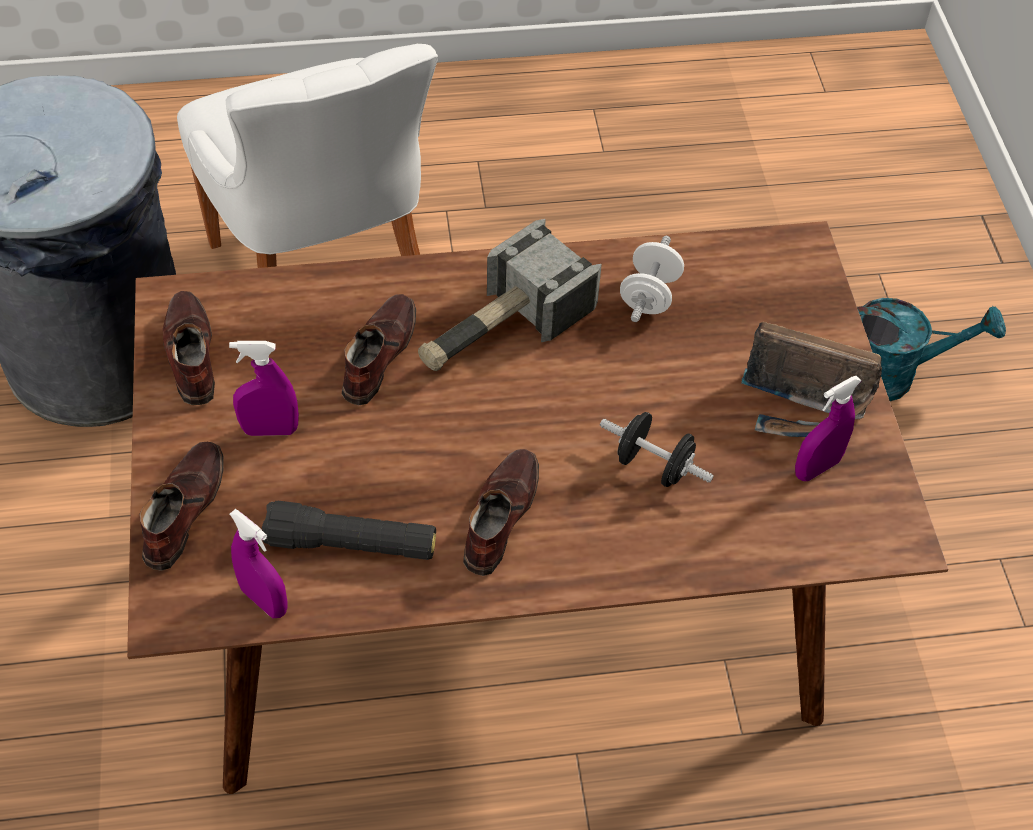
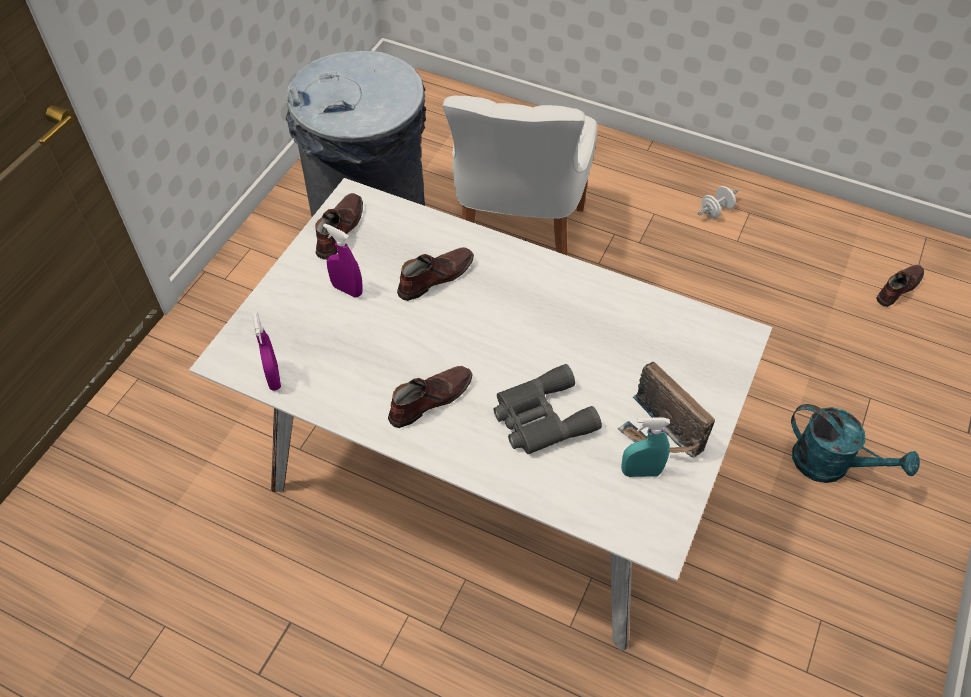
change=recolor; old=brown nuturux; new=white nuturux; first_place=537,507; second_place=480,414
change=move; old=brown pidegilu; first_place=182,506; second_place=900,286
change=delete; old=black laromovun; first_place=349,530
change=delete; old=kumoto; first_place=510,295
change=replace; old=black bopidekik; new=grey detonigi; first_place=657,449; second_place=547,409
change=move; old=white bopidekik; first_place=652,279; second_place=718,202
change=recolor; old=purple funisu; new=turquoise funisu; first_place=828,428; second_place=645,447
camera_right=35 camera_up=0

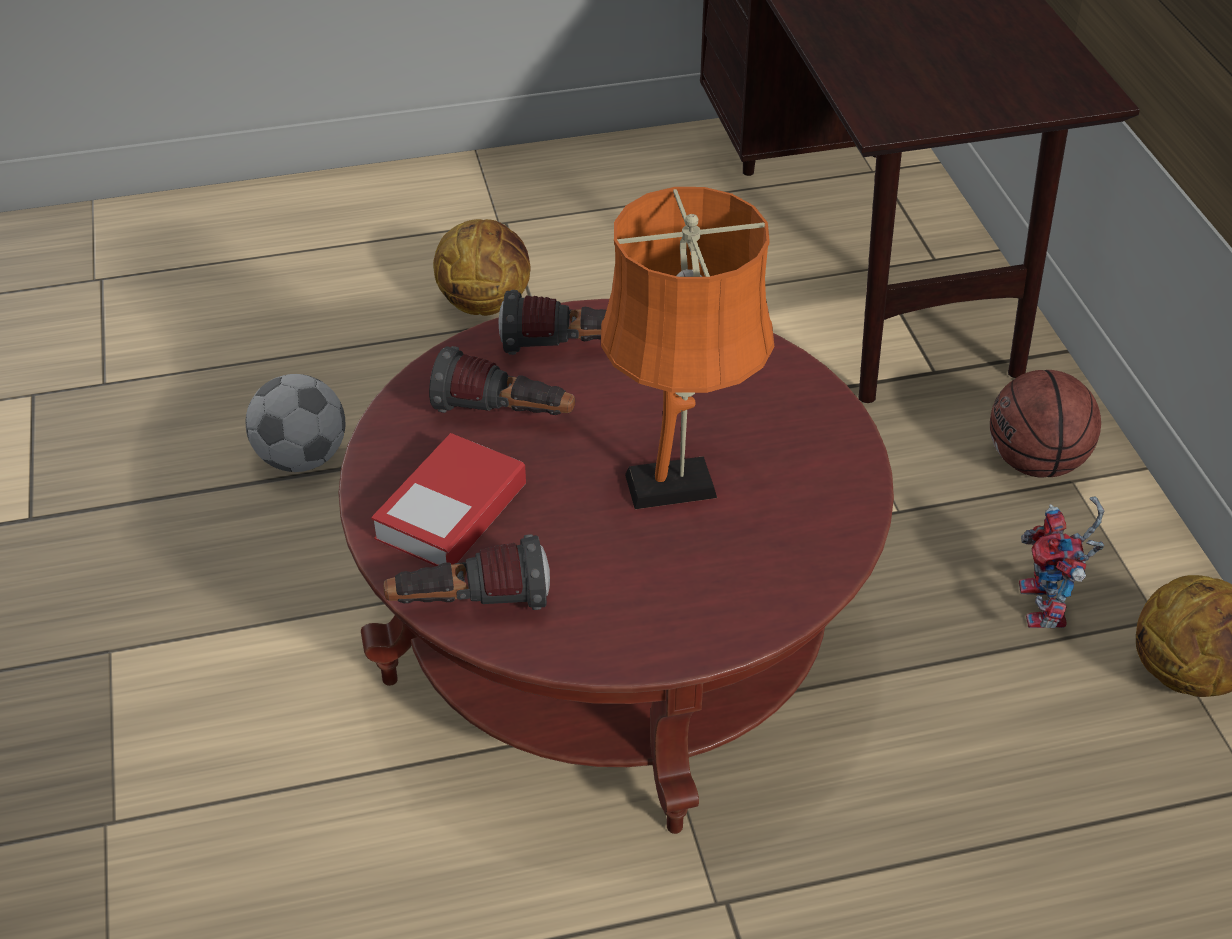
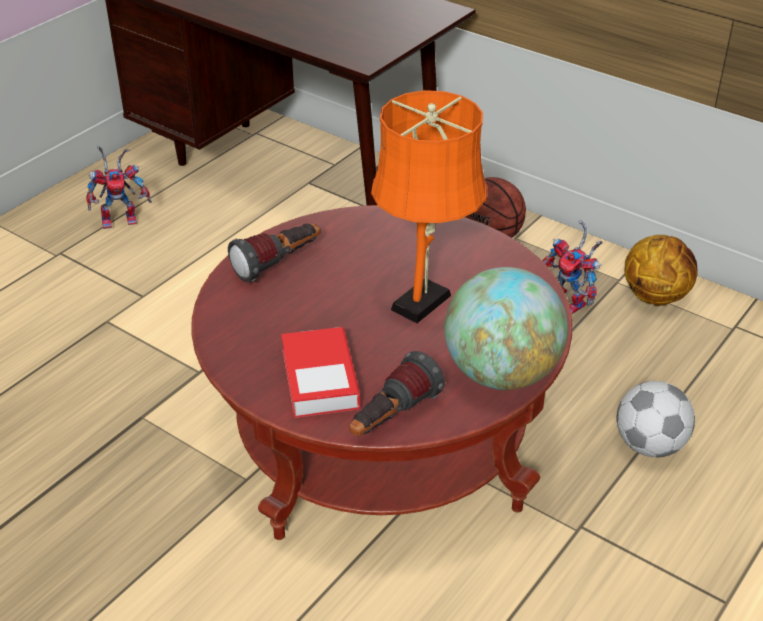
change=move; old=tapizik; first_place=295,423; second_place=656,419
change=delete; old=laromovun; first_place=502,380
change=delete; old=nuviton; first_place=481,267
change=insert; new=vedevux; second_place=119,187
change=insert; new=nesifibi; second_place=506,328
camera_right=-40 camera_up=-5

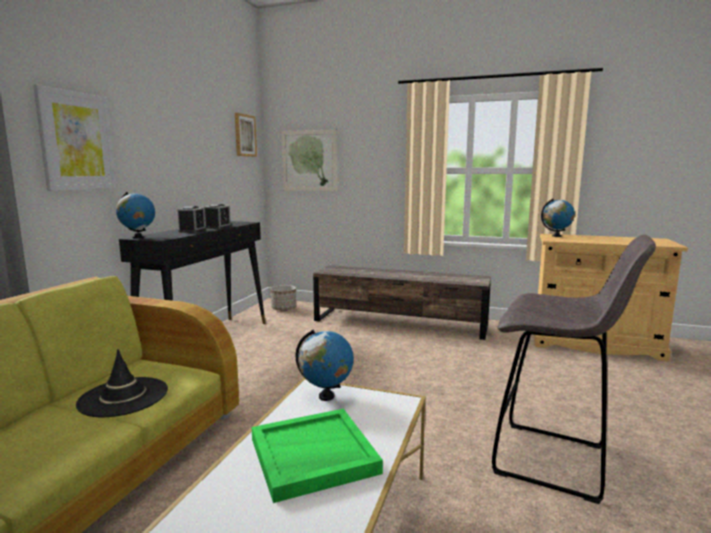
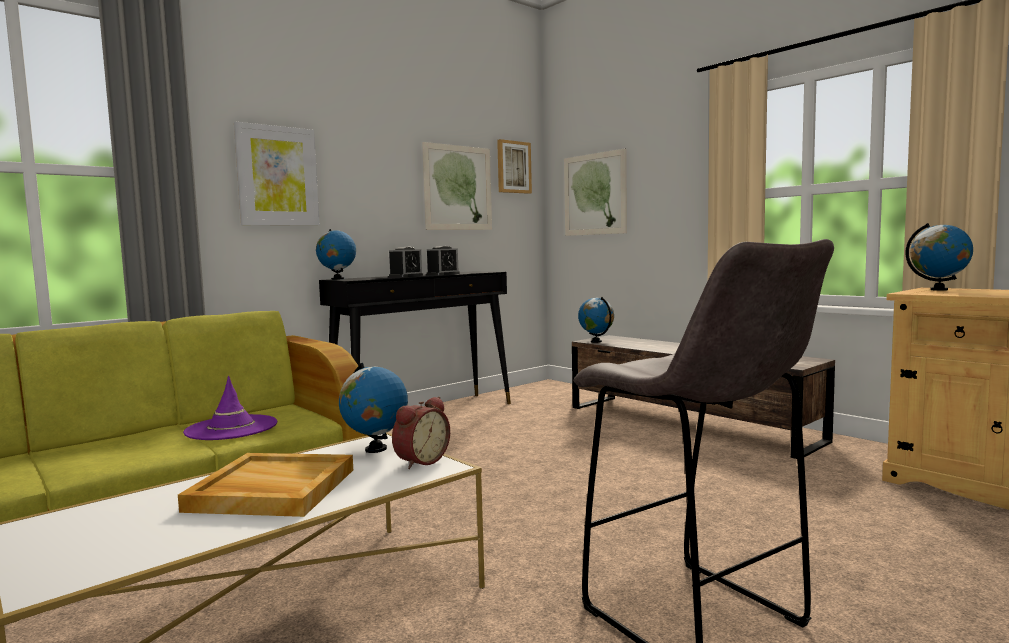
change=recolor; old=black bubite; new=purple bubite; first_place=122,383; second_place=230,408
change=recolor; old=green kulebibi; new=beige kulebibi; first_place=317,456; second_place=265,485
change=delete; old=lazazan; first_place=284,298
change=insert; new=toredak; second_place=421,433
change=insert; new=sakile; second_place=457,186
change=insert; new=nesifibi; second_place=596,320
camera_right=30 camera_up=-5

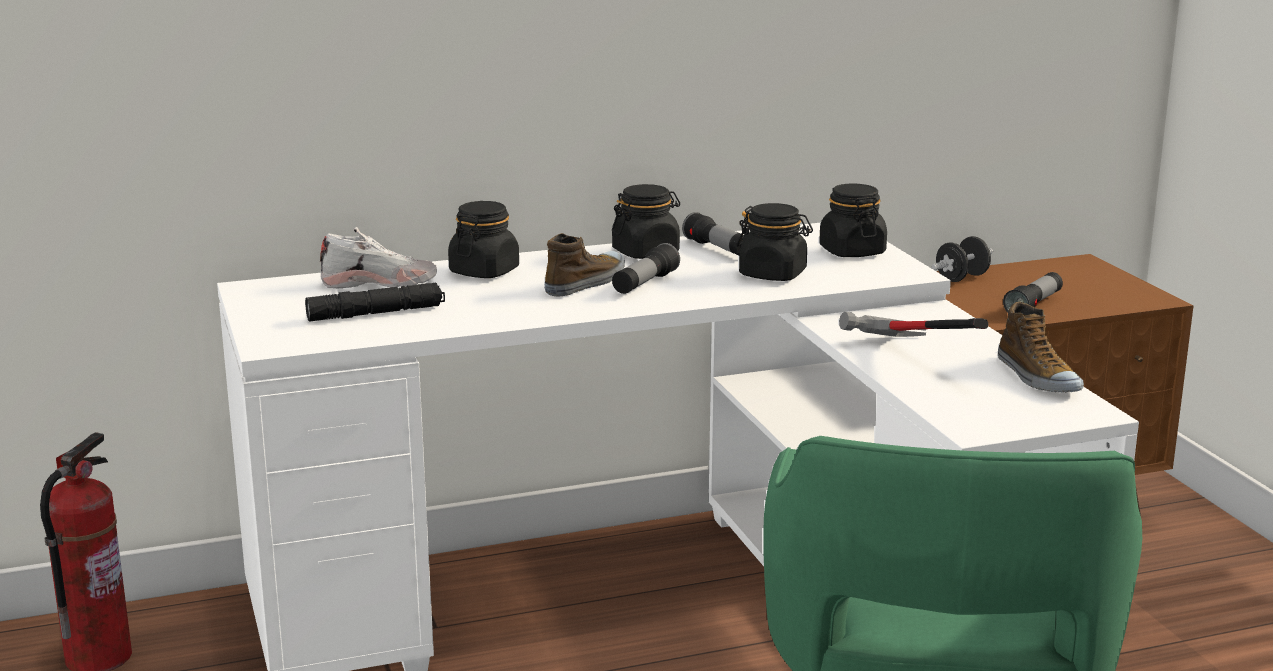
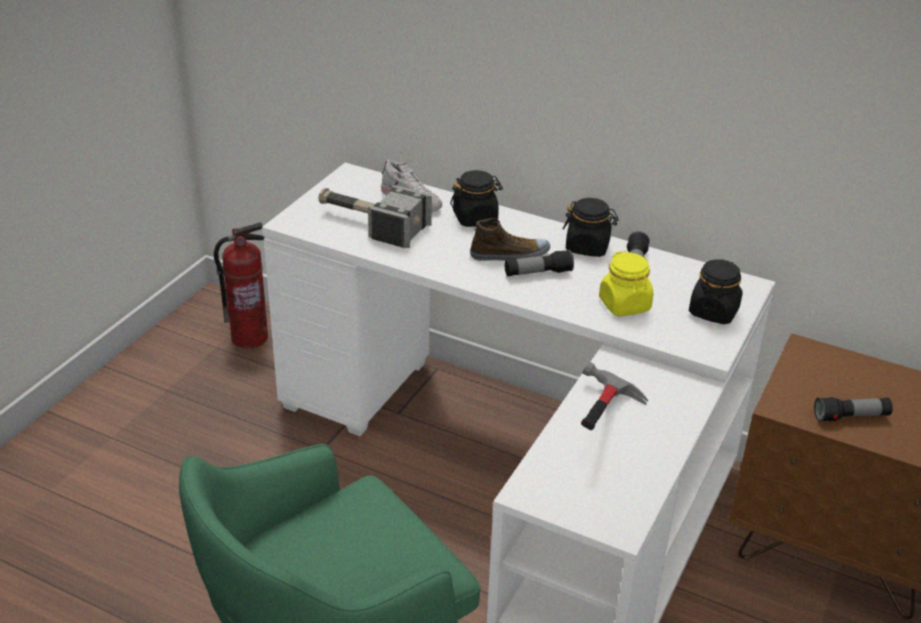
change=replace; old=black laromovun; new=kumoto; first_place=375,302; second_place=375,216
change=recolor; old=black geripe; new=yellow geripe; first_place=775,242; second_place=626,283
change=delete; old=black bopidekik; first_place=962,259
change=delete; old=pidegilu; first_place=1041,347
camera_right=45 camera_up=15

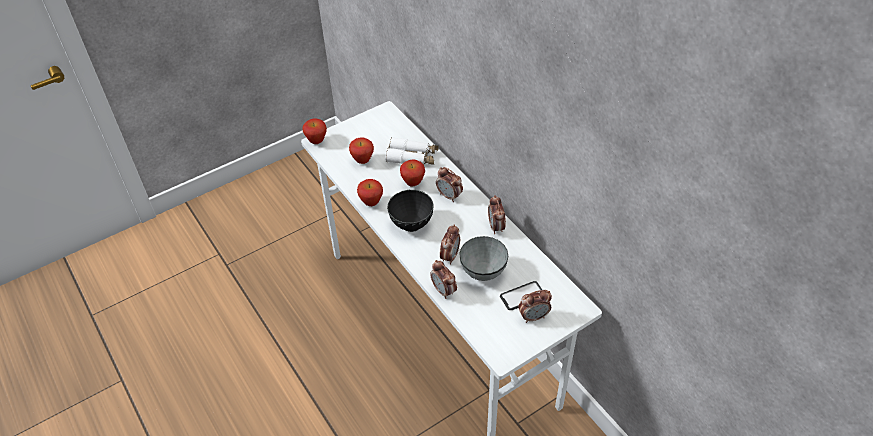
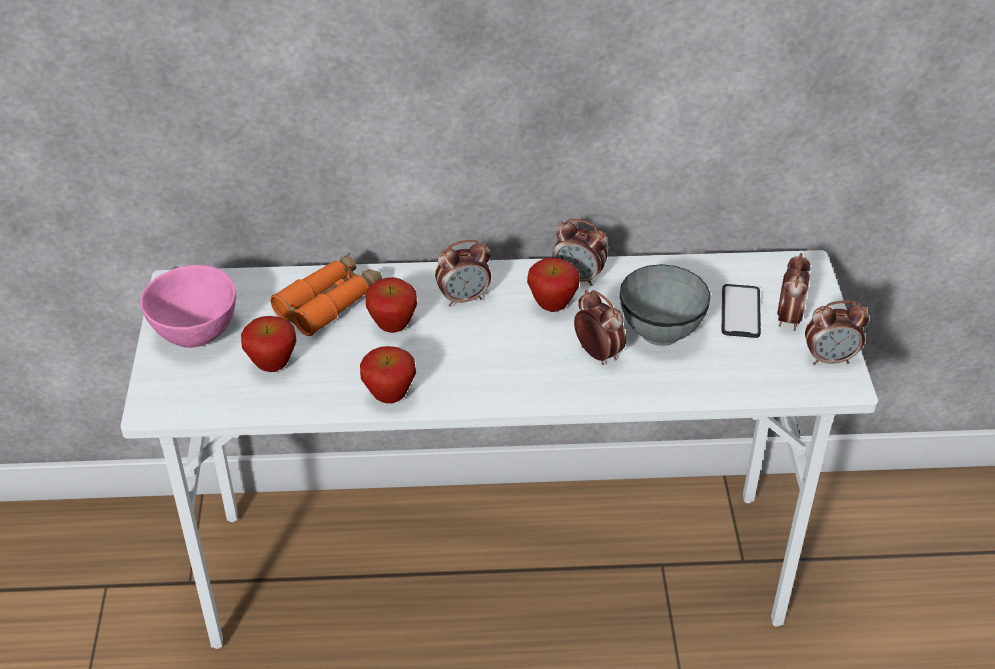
change=move; old=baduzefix; first_place=314,131; second_place=553,285
change=recolor; old=white detonigi; new=orange detonigi; first_place=412,151; second_place=326,294
change=delete; old=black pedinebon; first_place=410,211
change=move; old=toredak; first_place=443,279; second_place=837,333
change=insert; new=pink pedinebon; second_place=188,306
camera_right=-60 camera_up=-5

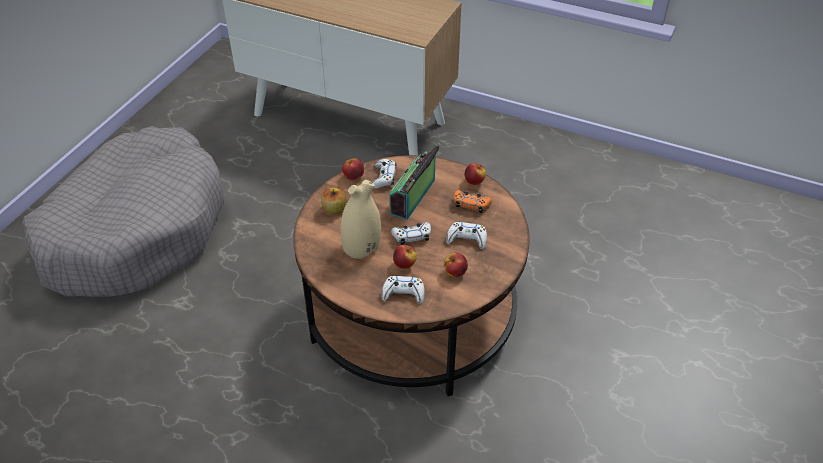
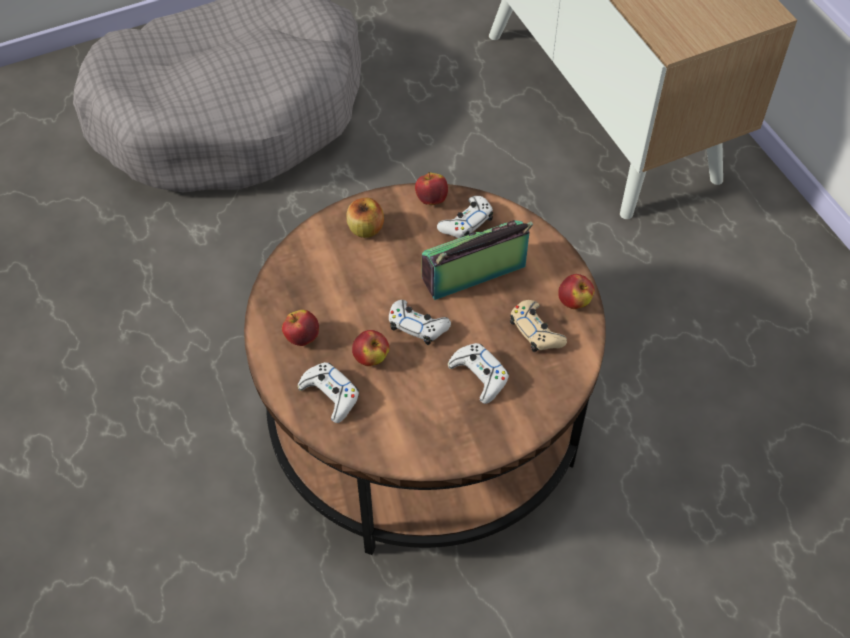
change=delete; old=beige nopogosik; first_place=361,219
change=move; old=baduzefix; first_place=456,265; second_place=300,328
change=recolor; old=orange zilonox; new=beige zilonox; first_place=473,201; second_place=538,326
camera_right=40 camera_up=10

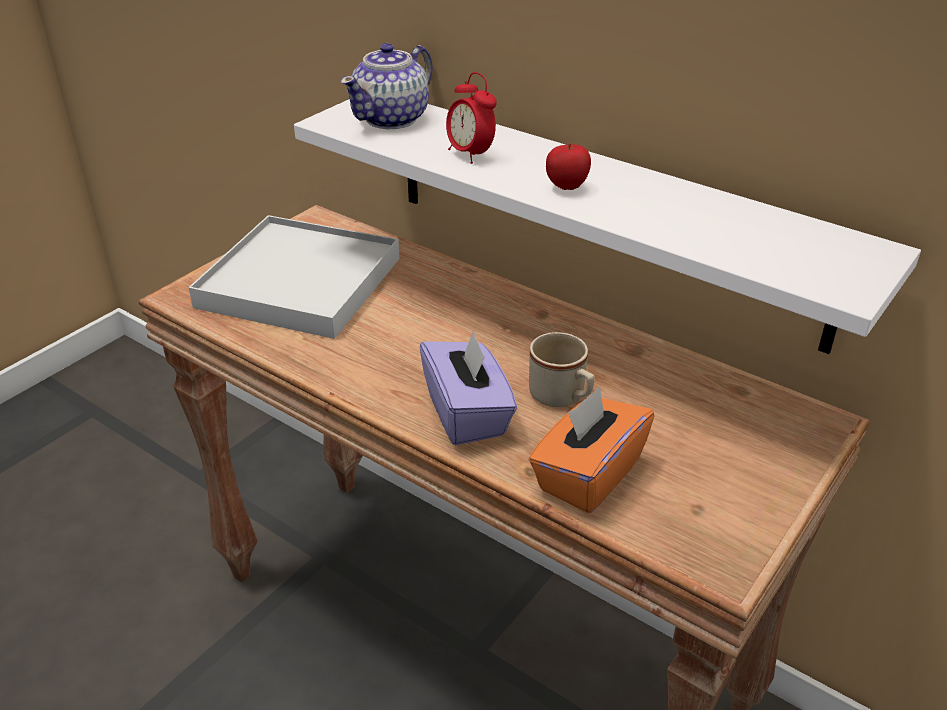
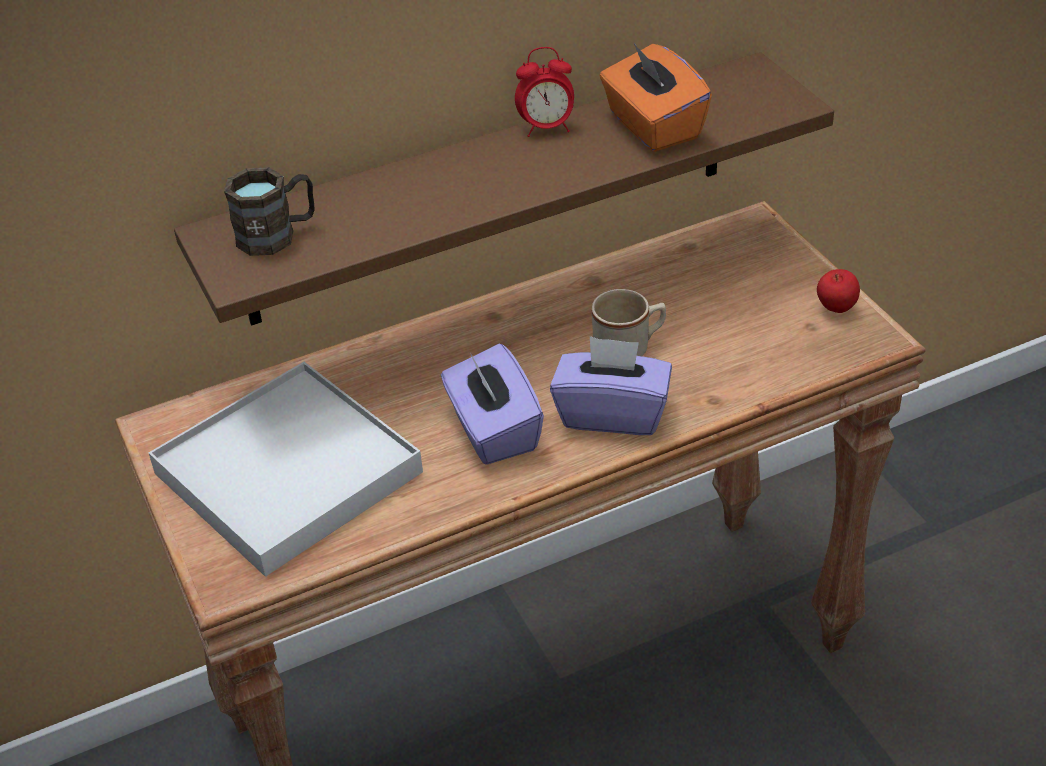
change=recolor; old=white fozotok; new=brown fozotok; first_place=607,226; second_place=504,189
change=replace; old=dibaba; new=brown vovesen; first_place=387,86; second_place=269,211
change=move; old=toredak; first_place=471,118; second_place=544,92
change=move; old=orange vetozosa; first_place=591,449; second_place=656,97
change=move; old=baduzefix; first_place=568,166; second_place=838,291
change=insert; new=purple vetozosa; second_place=492,404
camera_right=-60 camera_up=5

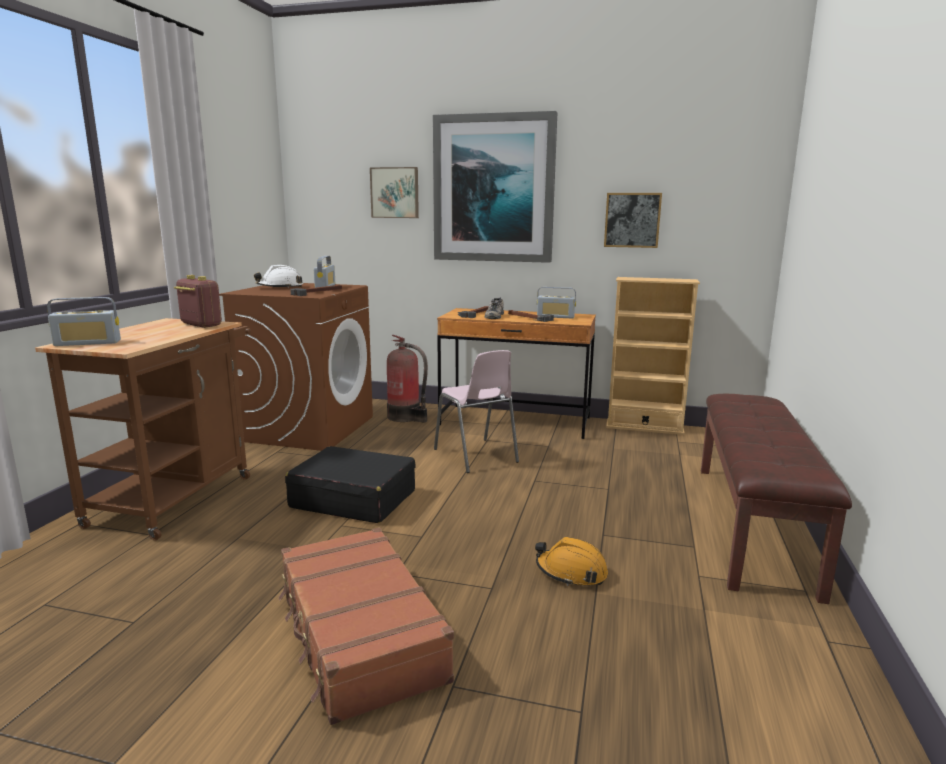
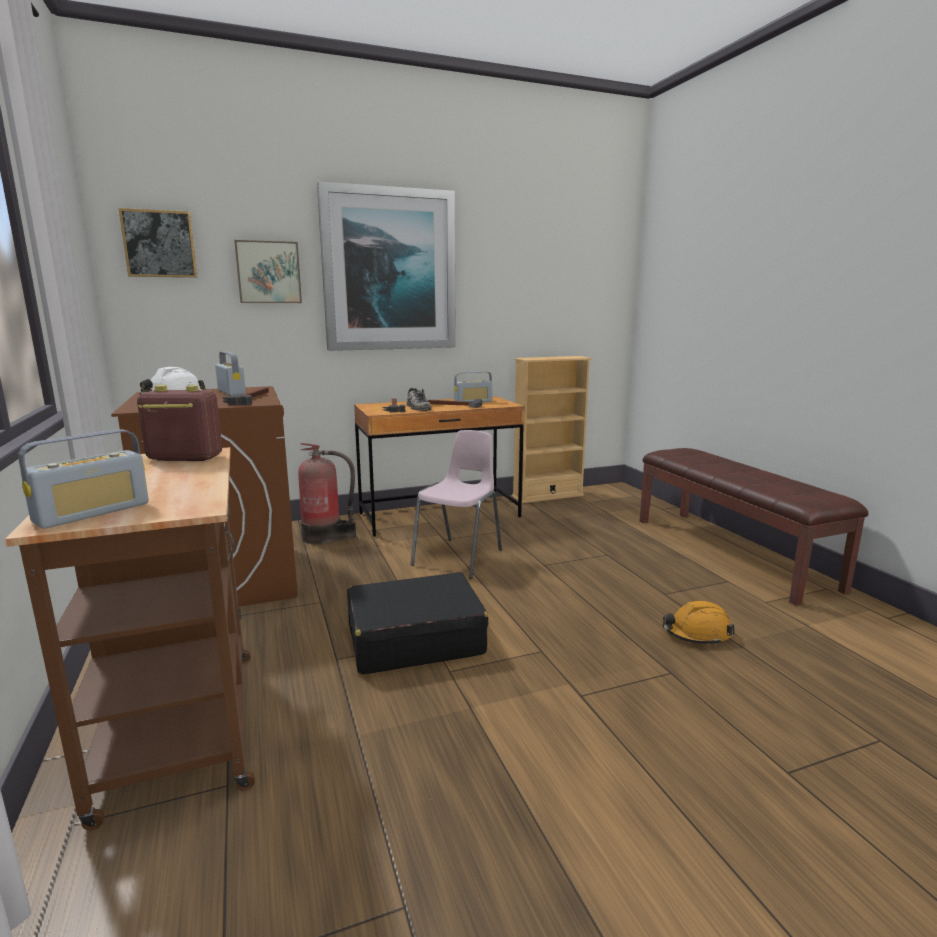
change=delete; old=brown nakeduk; first_place=366,626
change=rotate; old=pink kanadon; first_place=476,411; second_place=456,504; degrees=-90
change=move; old=sakile; first_place=633,220; second_place=158,243
camera_right=-35 camera_up=0

